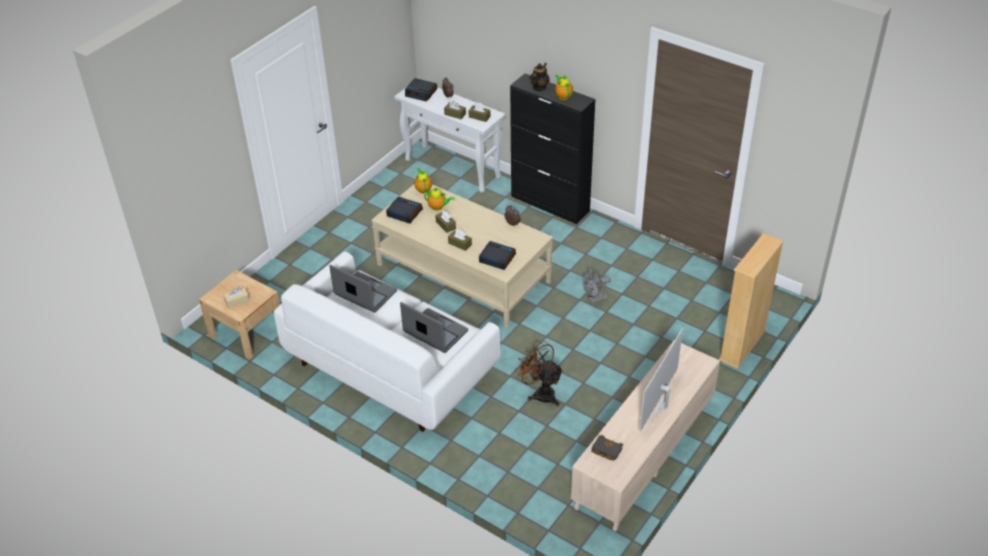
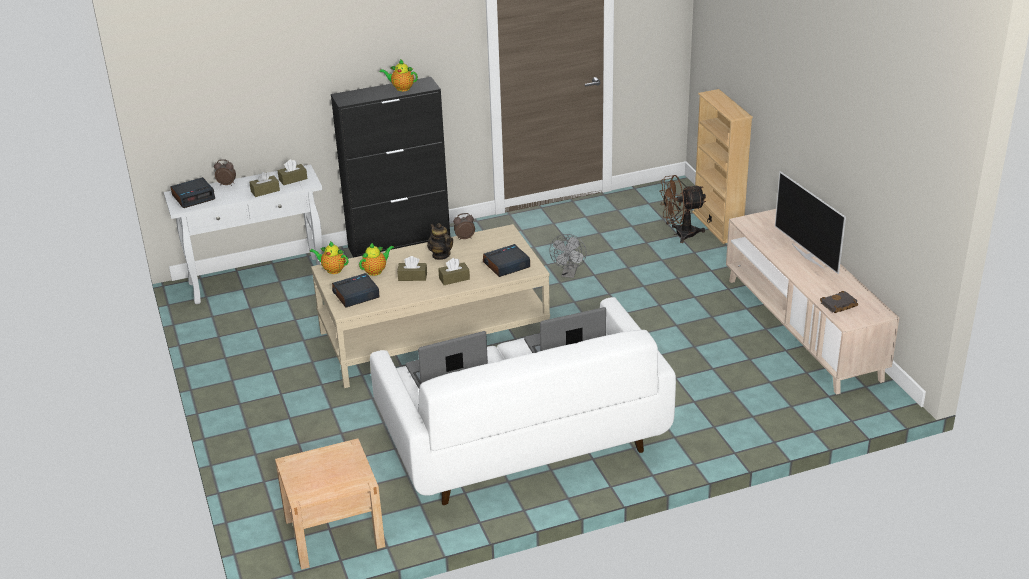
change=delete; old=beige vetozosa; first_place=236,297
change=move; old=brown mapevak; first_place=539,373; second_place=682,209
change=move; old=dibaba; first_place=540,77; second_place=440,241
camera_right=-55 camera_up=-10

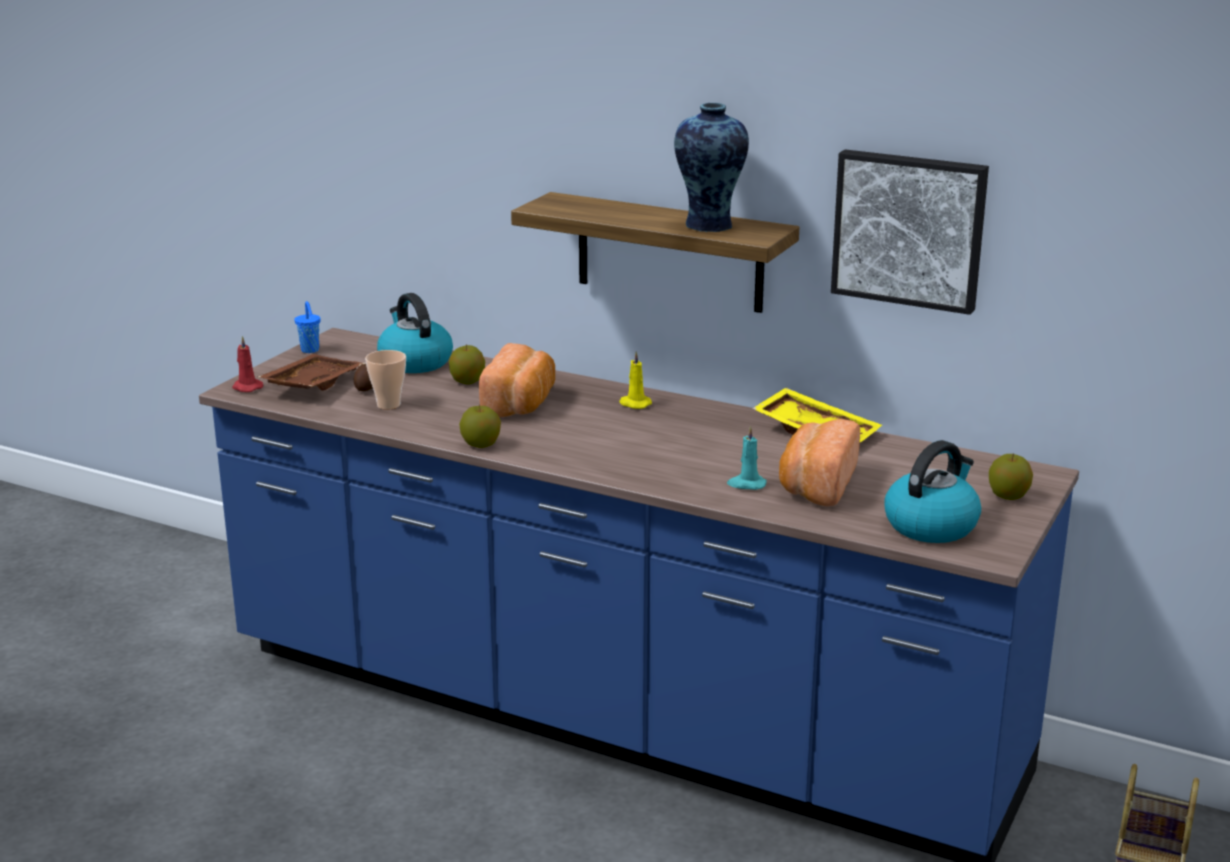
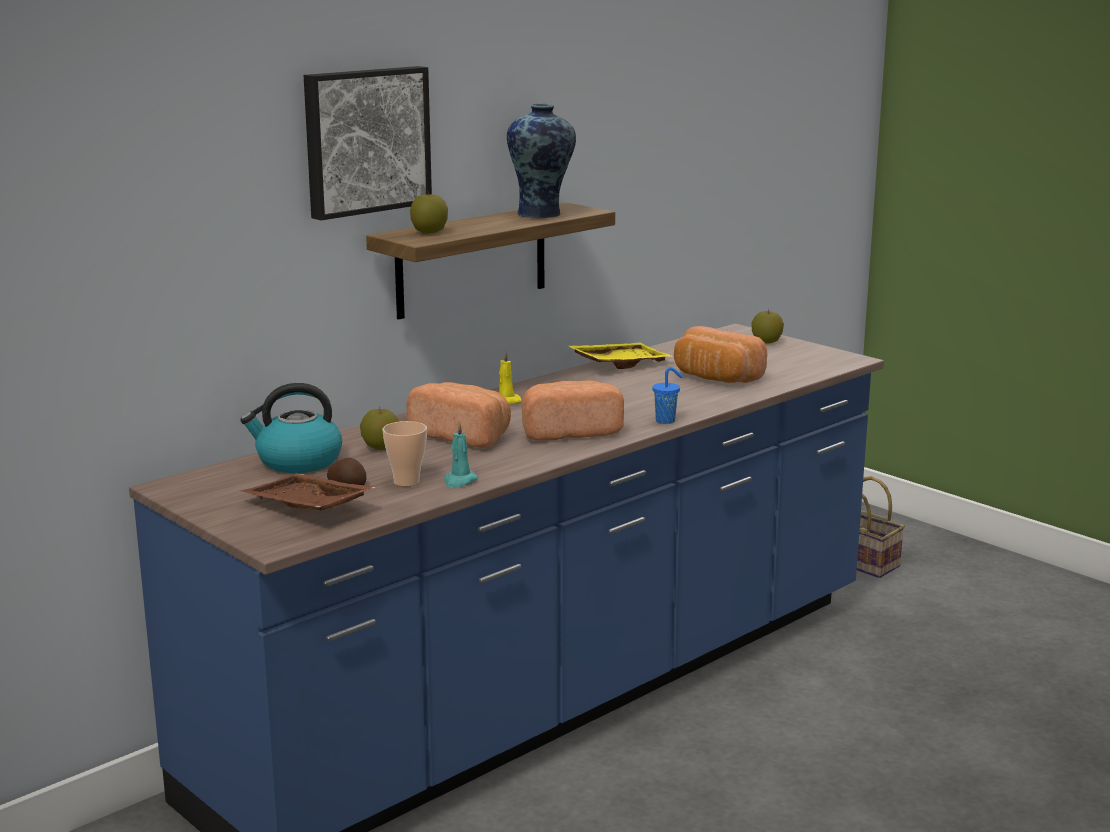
change=delete; old=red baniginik; first_place=247,364
change=move; old=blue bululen; first_place=307,327; second_place=667,395
change=move; old=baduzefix; first_place=480,426; second_place=429,213
change=move; old=turquoise baniginik; first_place=747,458; second_place=461,455
change=move; old=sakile; first_place=910,232; second_place=367,143
change=delete; old=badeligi; first_place=932,491
change=insert; new=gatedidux; second_place=573,410
camera_right=-70 camera_up=-5

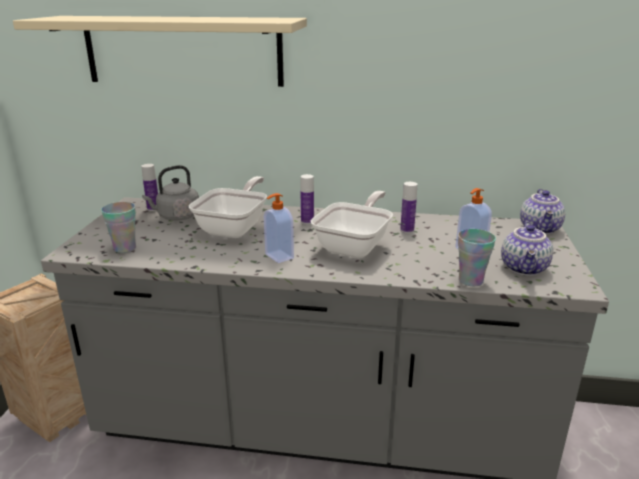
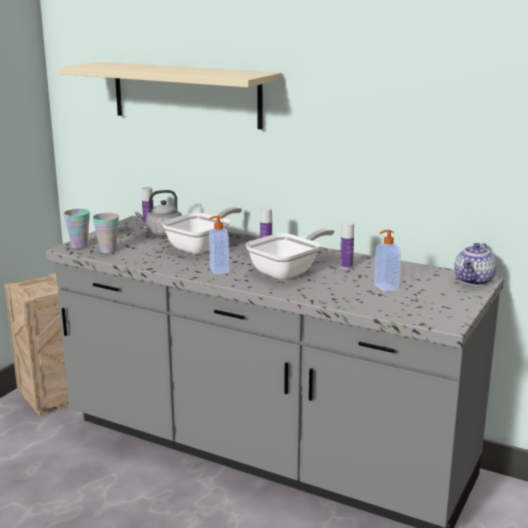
change=move; old=bululen; first_place=477,257; second_place=77,229
change=delete; old=dibaba; first_place=527,248
camera_right=20 camera_up=-5

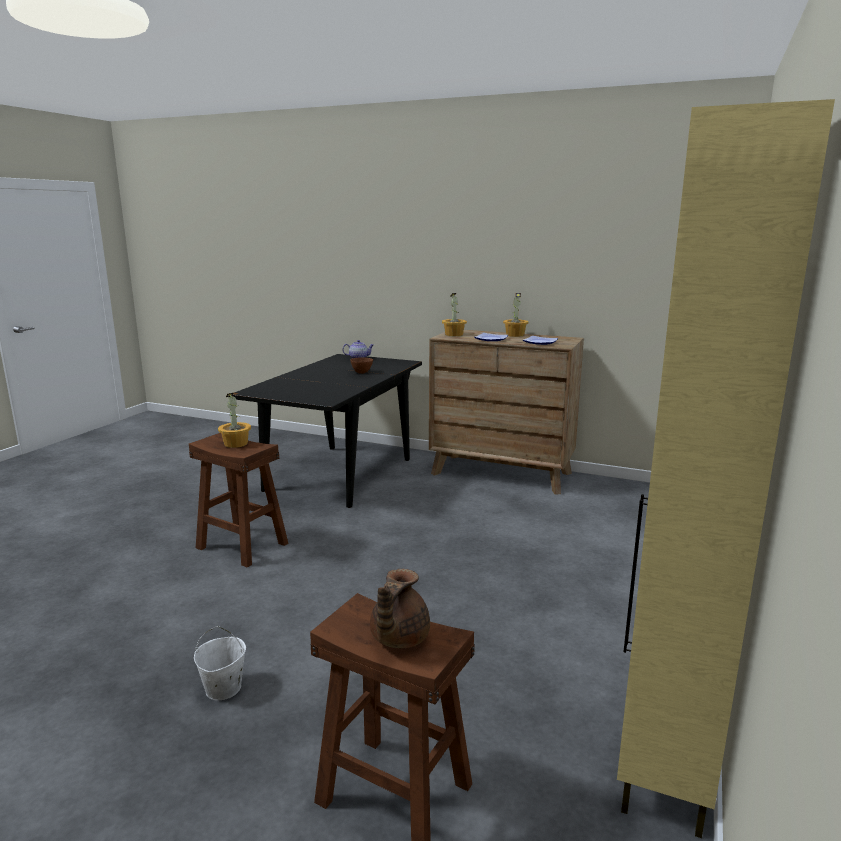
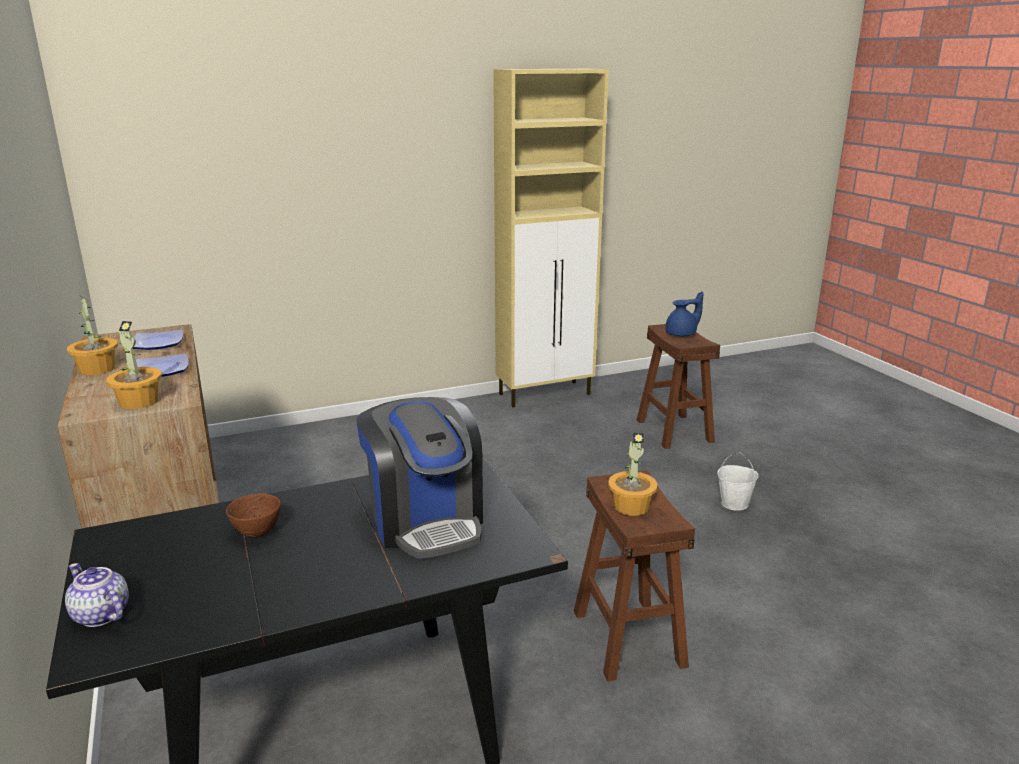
change=recolor; old=brown dibaba; new=blue dibaba; first_place=400,608; second_place=684,313
change=insert; new=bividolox; second_place=420,478
camera_right=-135 camera_up=5

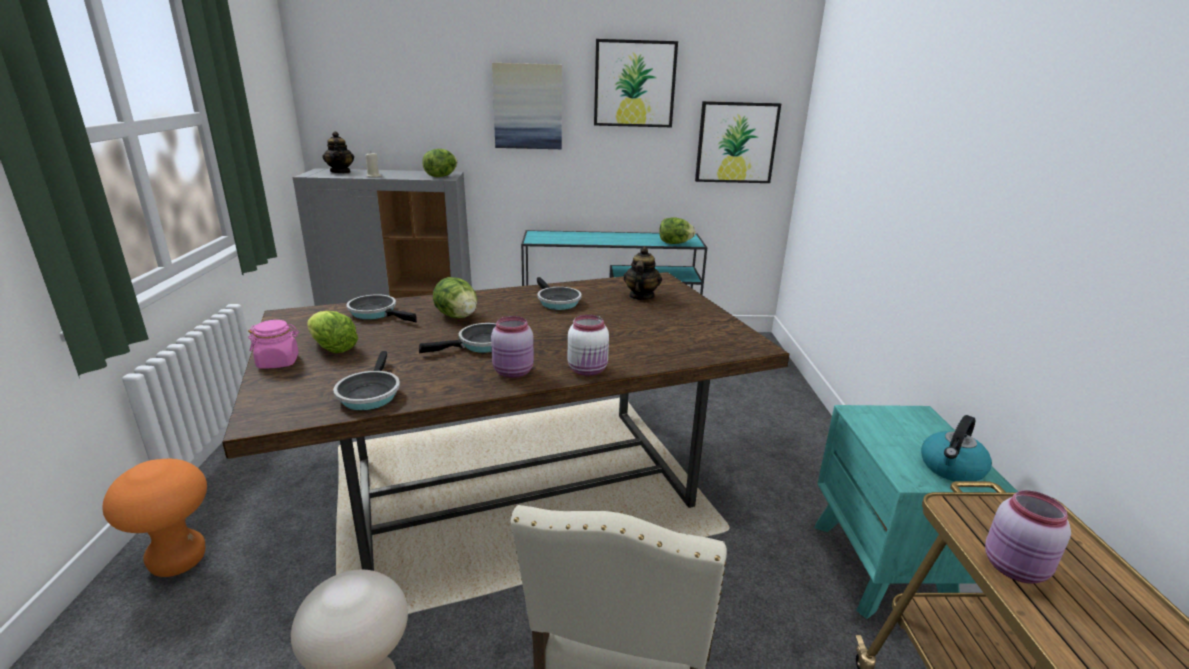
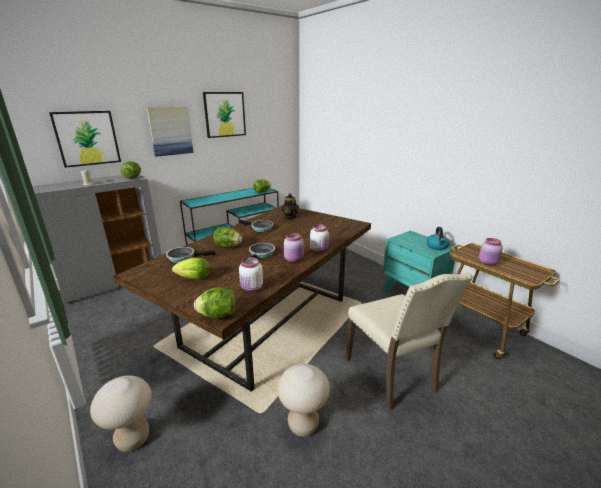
change=recolor; old=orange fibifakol; new=beige fibifakol; first_place=154,518; second_place=121,413
change=delete; old=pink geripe; first_place=273,344
change=delete; old=dibaba; first_place=338,152
change=replace; old=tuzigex; new=white geripe; first_place=366,380; second_place=251,274
change=move; old=sakile; first_place=738,142; second_place=85,139
change=insert; new=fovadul; second_place=215,302
camera_right=-35 camera_up=0

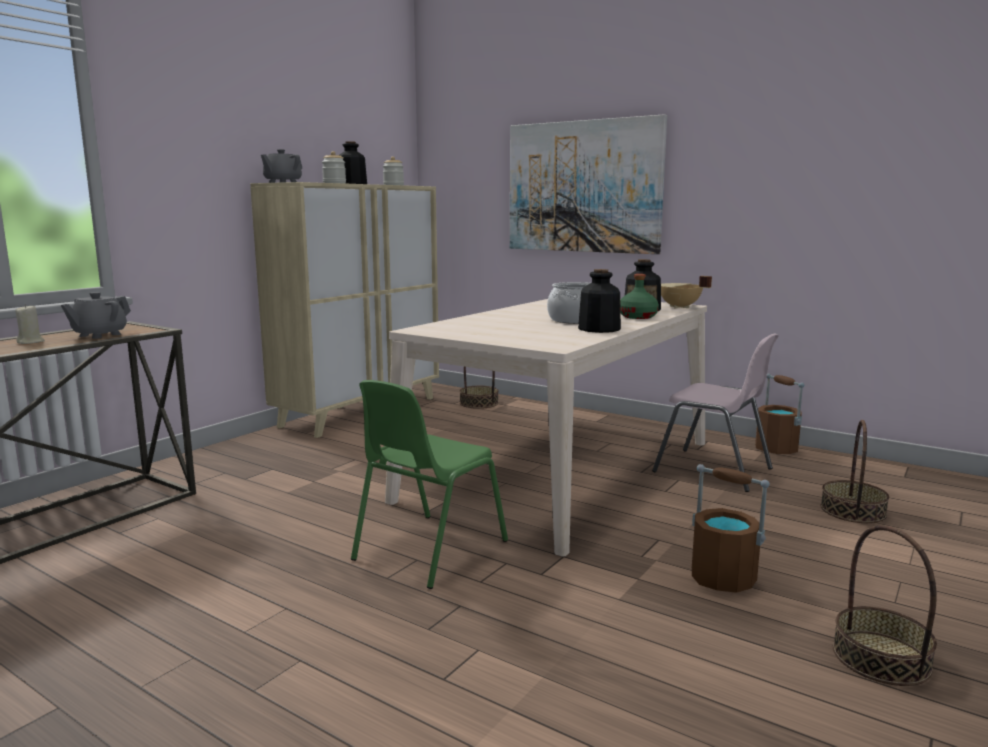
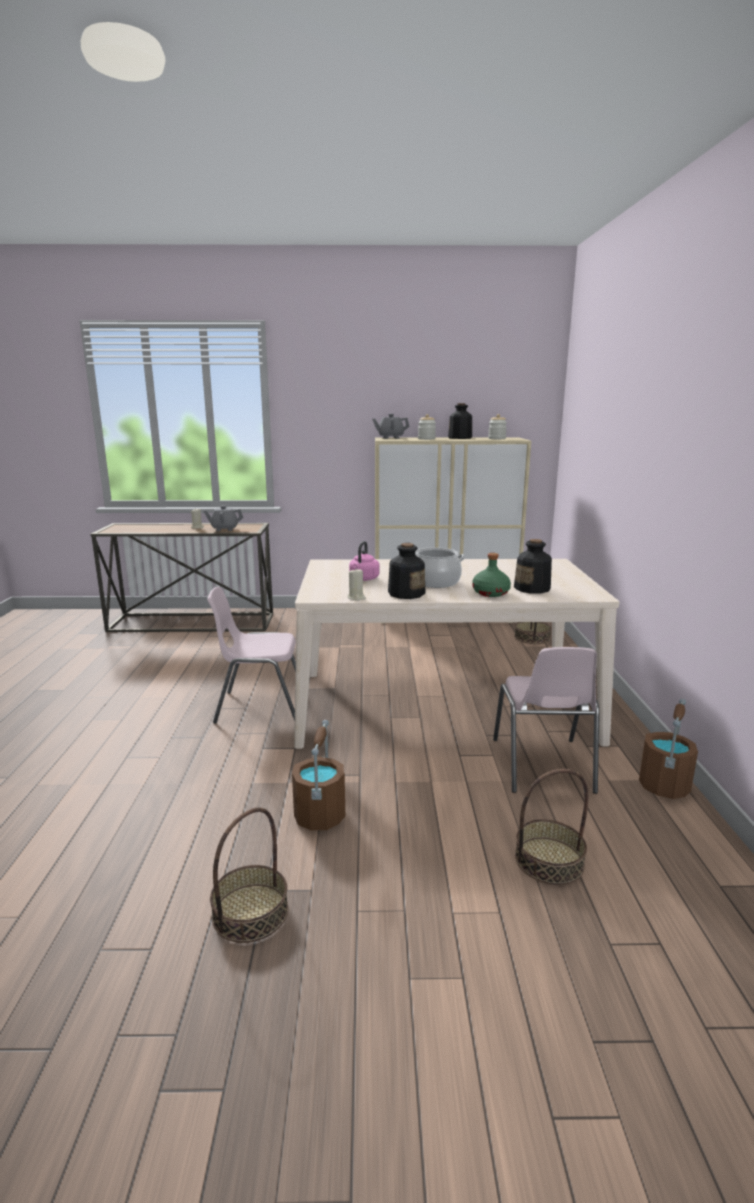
change=recolor; old=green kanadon; new=pink kanadon; first_place=429,484; second_place=251,654
change=delete; old=sakile; first_place=588,184
change=delete; old=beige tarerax; first_place=686,292
change=insert; new=beige baniginik; second_place=357,585
change=insert; new=pink badeligi; second_place=364,561
camera_right=55 camera_up=5

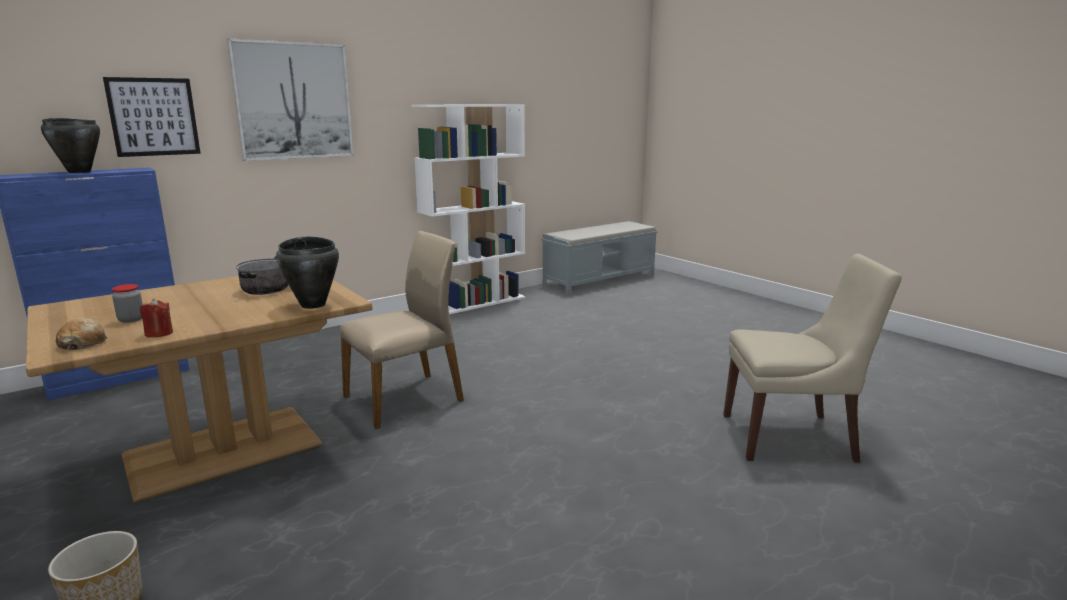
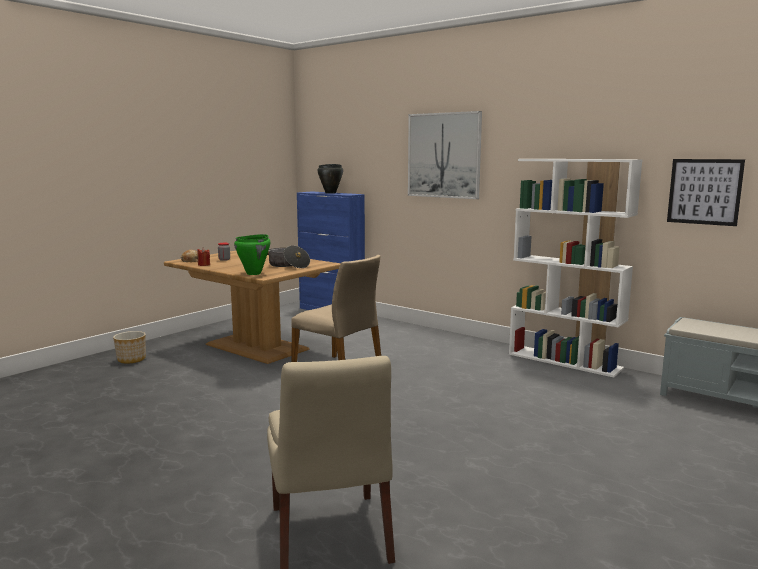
change=move; old=sakile; first_place=152,117; second_place=706,192
change=recolor; old=black tarerax; new=green tarerax; first_place=307,273; second_place=252,254
camera_right=75 camera_up=-5

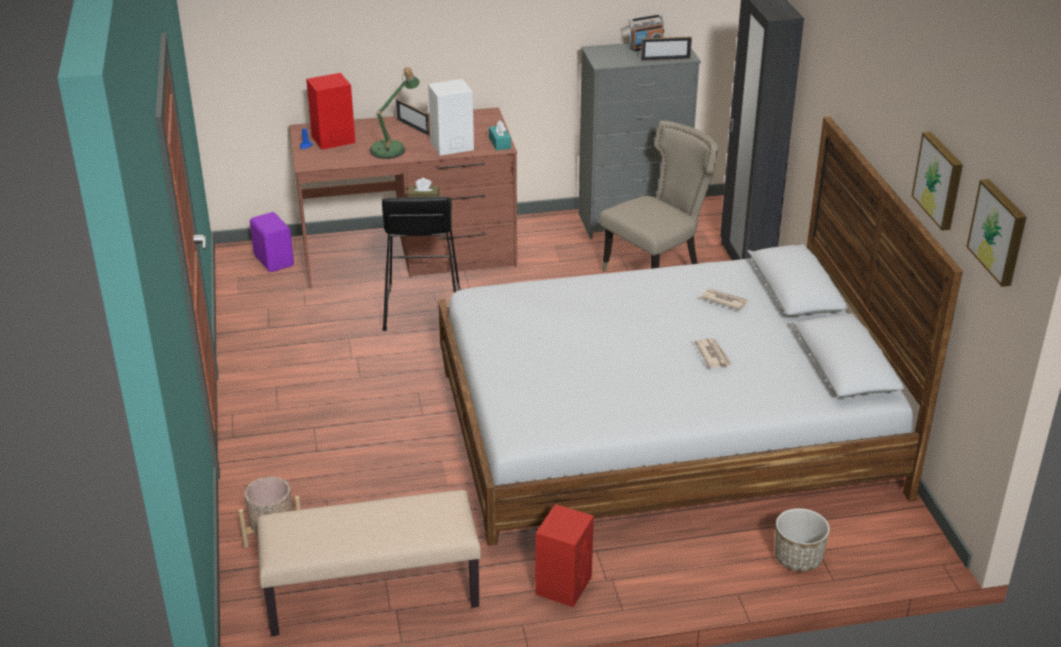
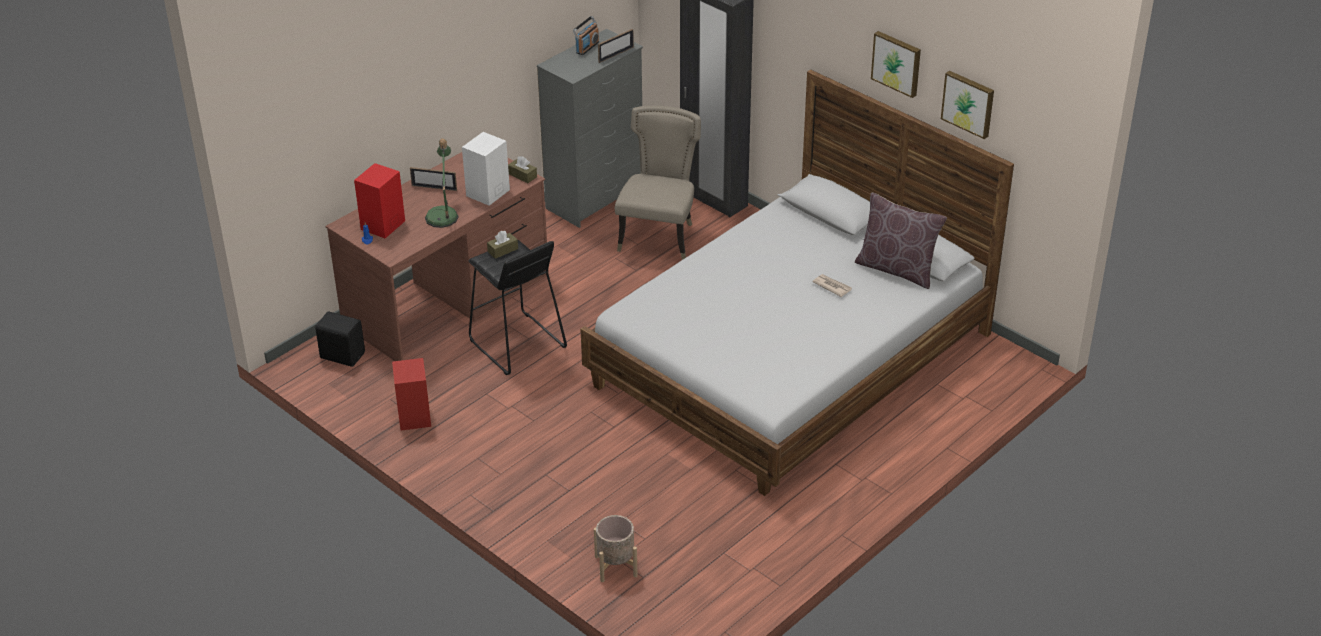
change=recolor; old=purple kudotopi; new=black kudotopi; first_place=272,242; second_place=340,339
change=delete; old=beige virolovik; first_place=369,563
change=recolor; old=turquoise vetozosa; new=brown vetozosa; first_place=500,136; second_place=522,169
change=move; old=red kudotopi; first_place=564,555; second_place=411,394
change=delete; old=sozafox; first_place=724,299
change=delete; old=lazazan; first_place=802,540
change=move; old=sakile; first_place=996,233; second_place=896,64
change=insert; new=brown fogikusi; second_place=901,240
camera_right=-35 camera_up=5

